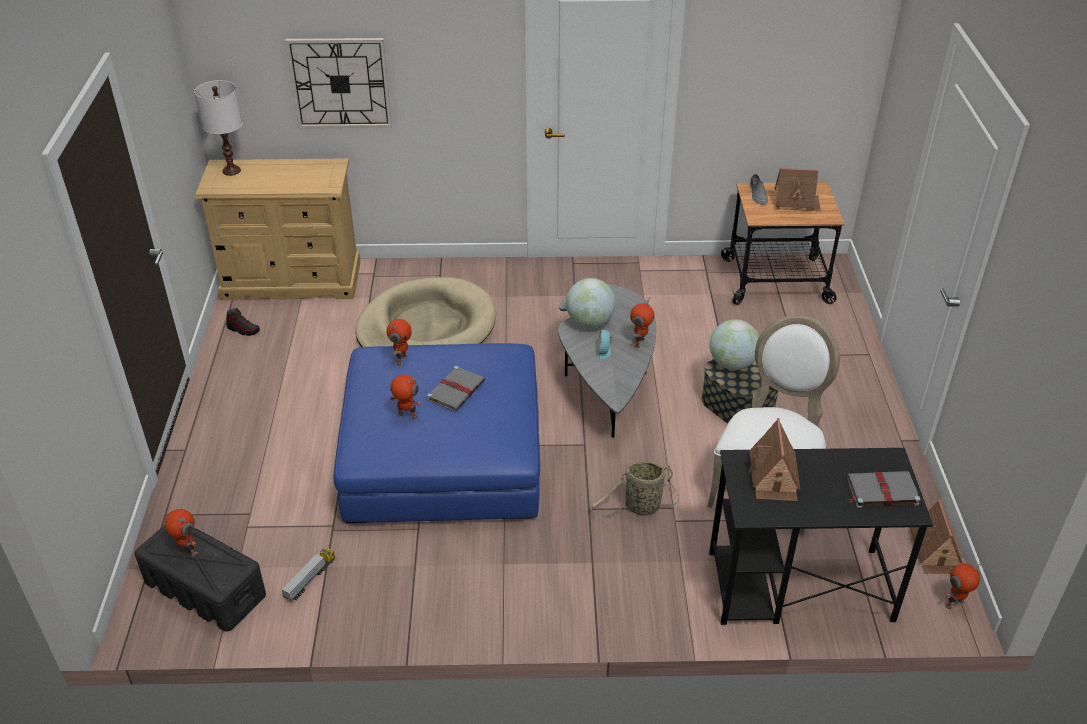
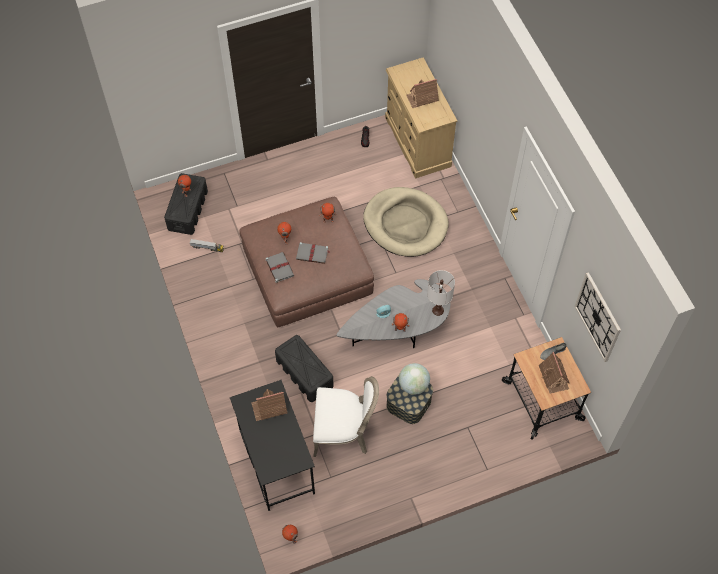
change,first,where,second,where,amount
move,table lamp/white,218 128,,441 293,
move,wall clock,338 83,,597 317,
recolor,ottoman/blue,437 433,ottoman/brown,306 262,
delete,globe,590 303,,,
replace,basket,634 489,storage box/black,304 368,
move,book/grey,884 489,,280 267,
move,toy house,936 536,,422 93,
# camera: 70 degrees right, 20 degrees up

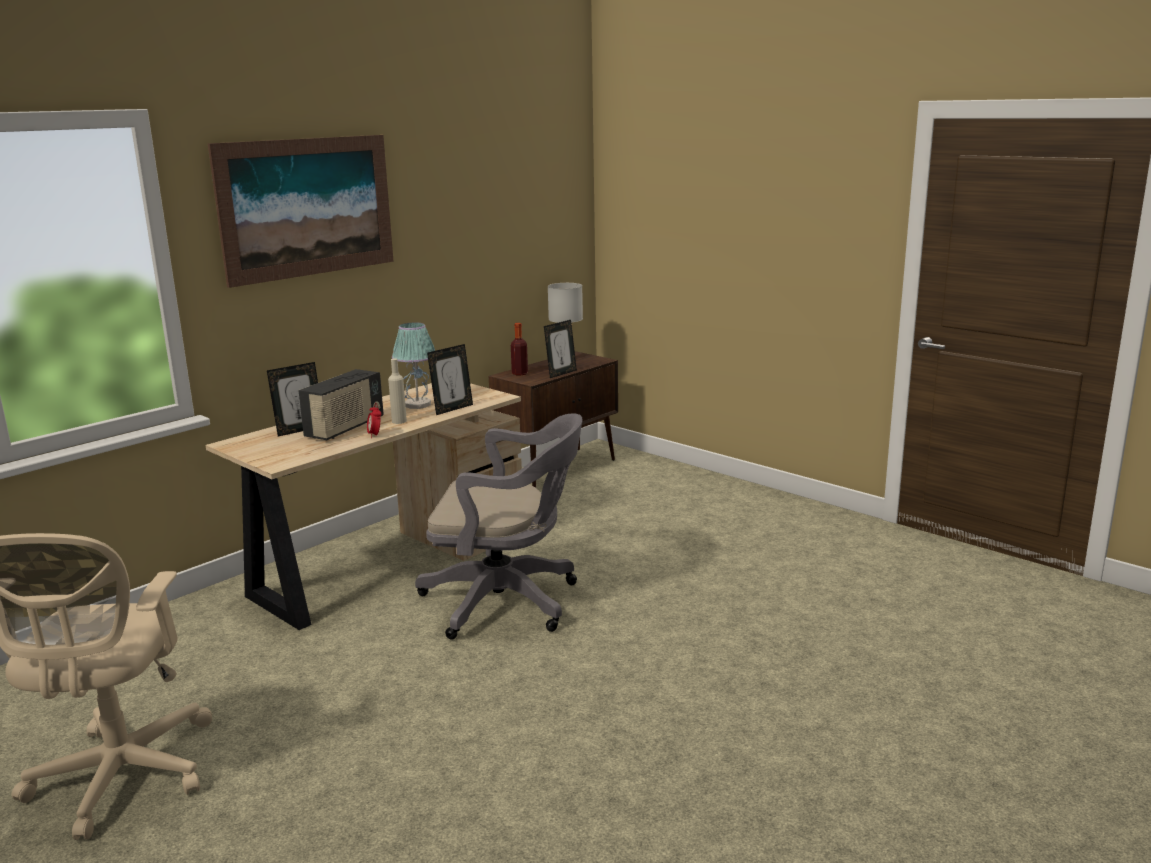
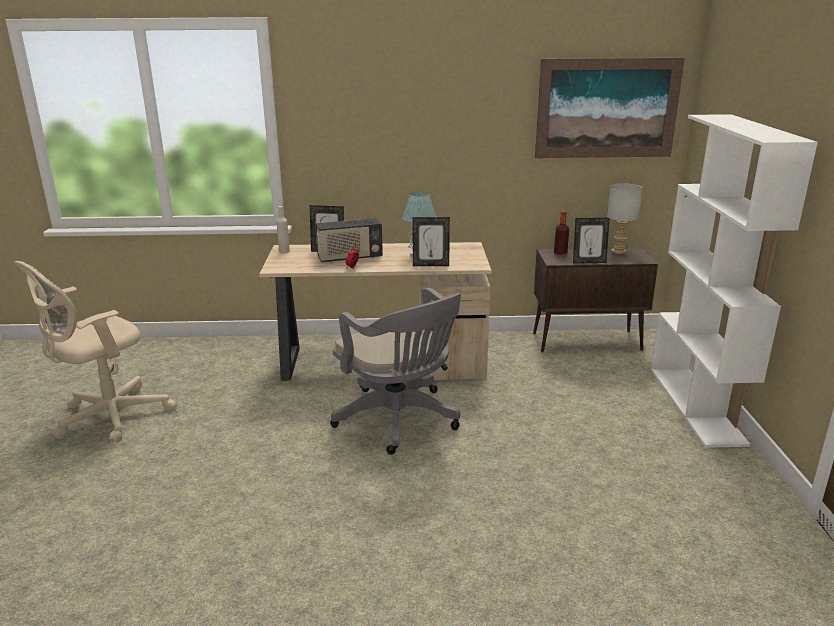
change,first,where,second,where,amount
move,picture,301 211,,610 108,
move,bottle/beige,397 391,,283 229,
insert,,,bookcase/white,734 281,
# camera: 45 degrees right, 5 degrees up

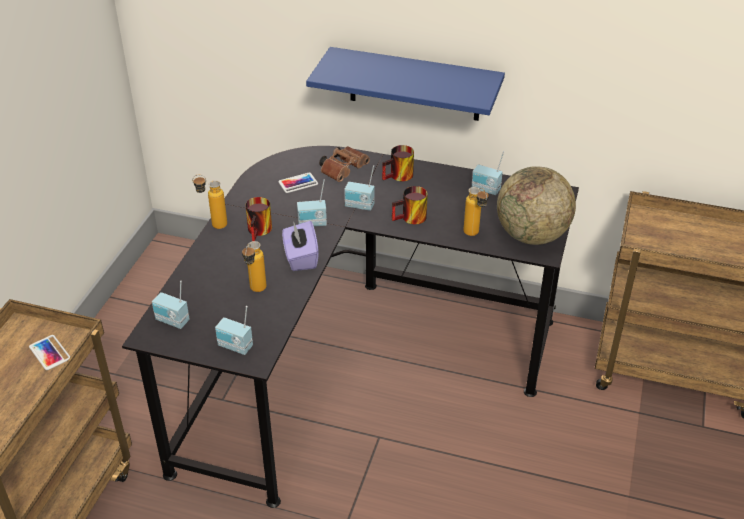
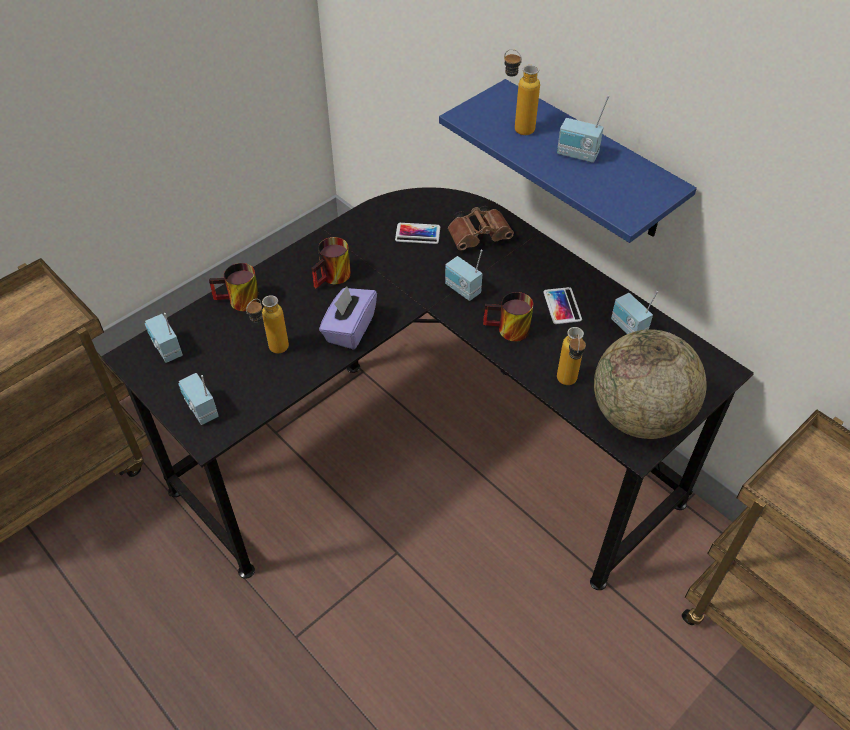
change,first,where,second,where,amount
move,phone,49 352,,562 305,
move,bottle,209 201,,522 92,
move,radio,312 203,,583 129,
move,mug,398 163,,234 287,
# camera: 30 degrees right, 10 degrees up

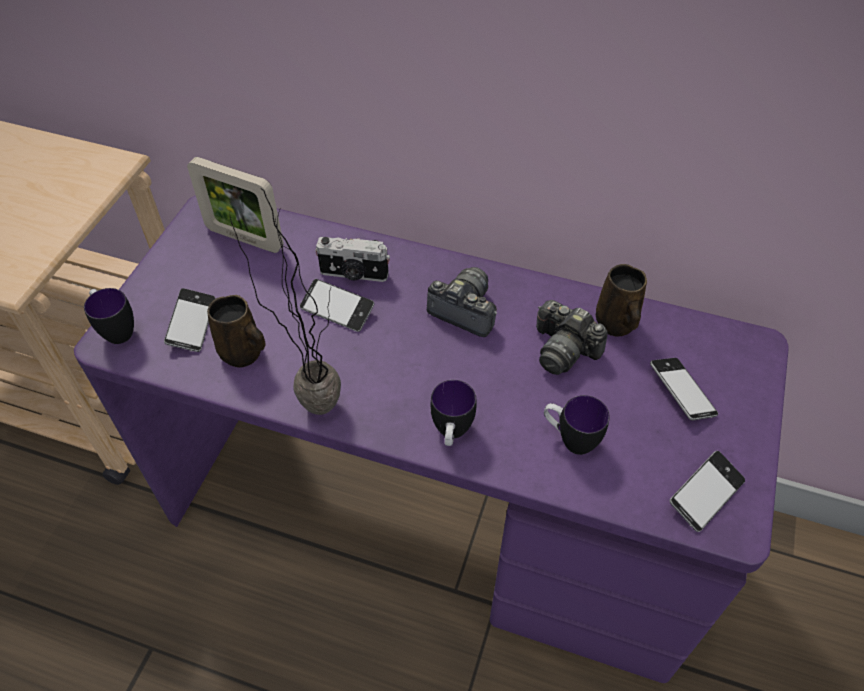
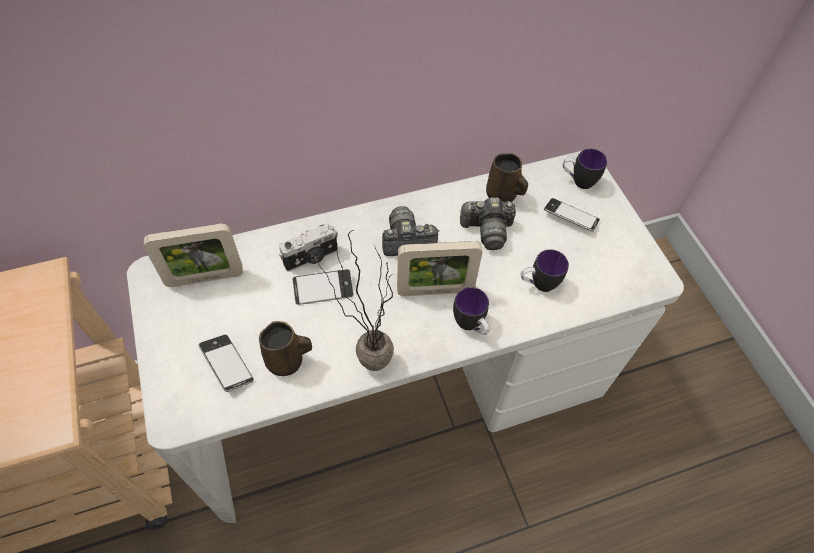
change,first,where,second,where,amount
recolor,desk/purple,431 439,desk/white,405 337,
move,mug,109 316,,585 169,
delete,phone,707 491,,,
insert,,,picture frame,439 268,
# camera: 40 degrees left, 5 degrees up

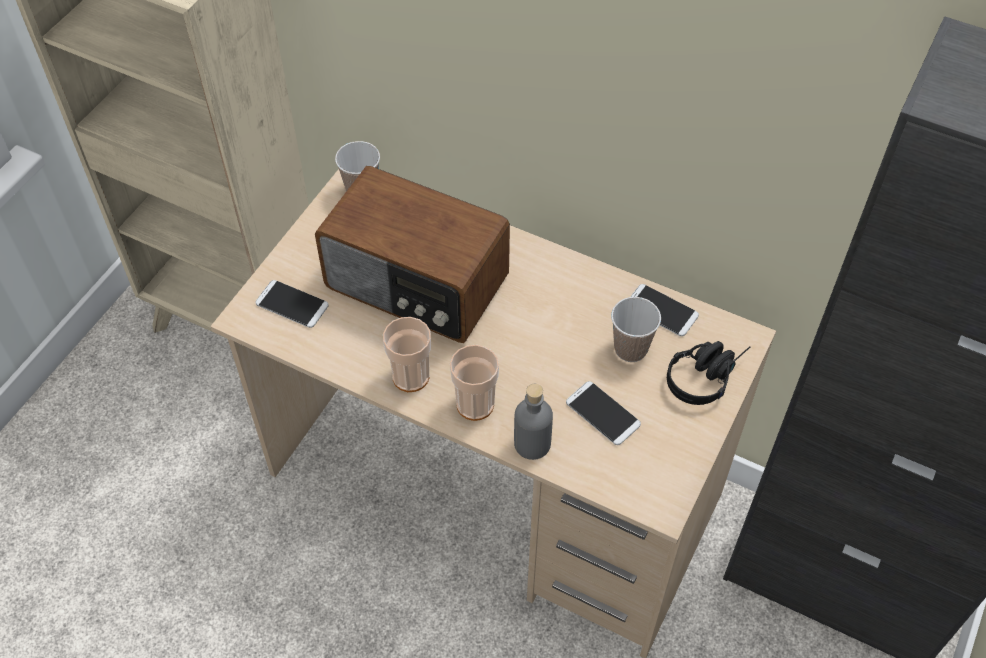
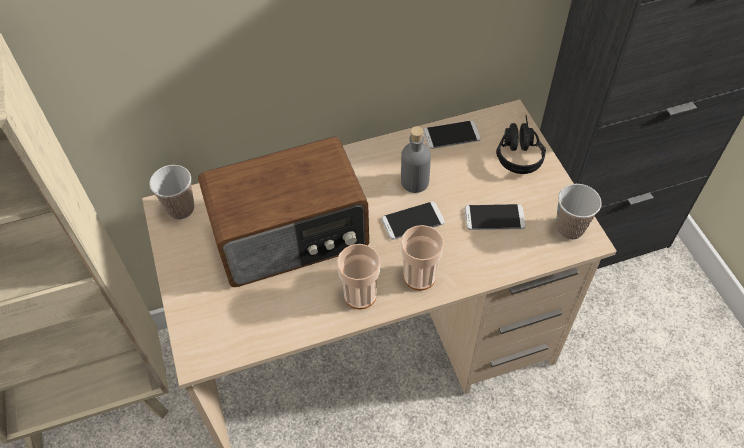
change,first,where,second,where,amount
move,phone,292 304,,413 221,
move,bottle/grey,533 422,,416 159,
move,cup,636 329,,579 212,
# camera: 45 degrees left, 0 degrees up

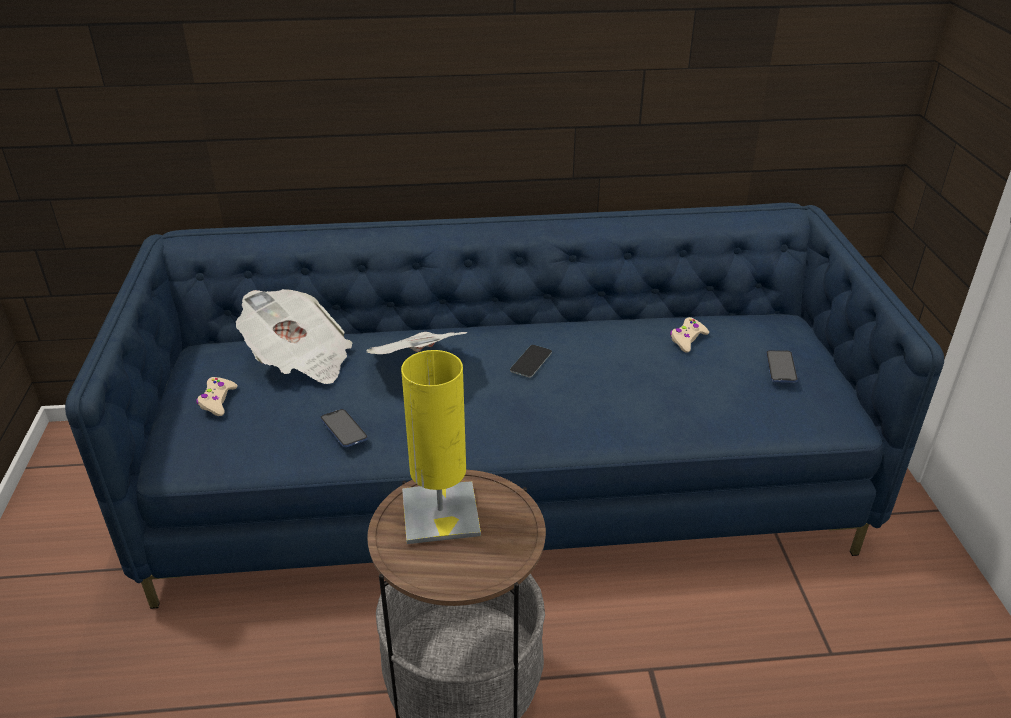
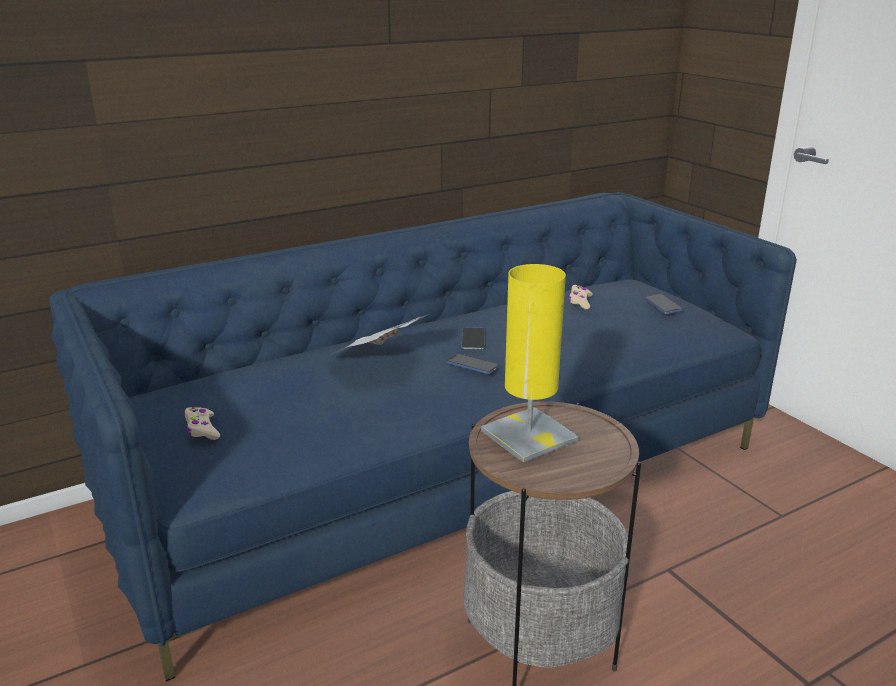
change,first,where,second,where,amount
delete,newspaper,294 336,,,
move,phone,344 428,,473 363,
# camera: 25 degrees left, 10 degrees down

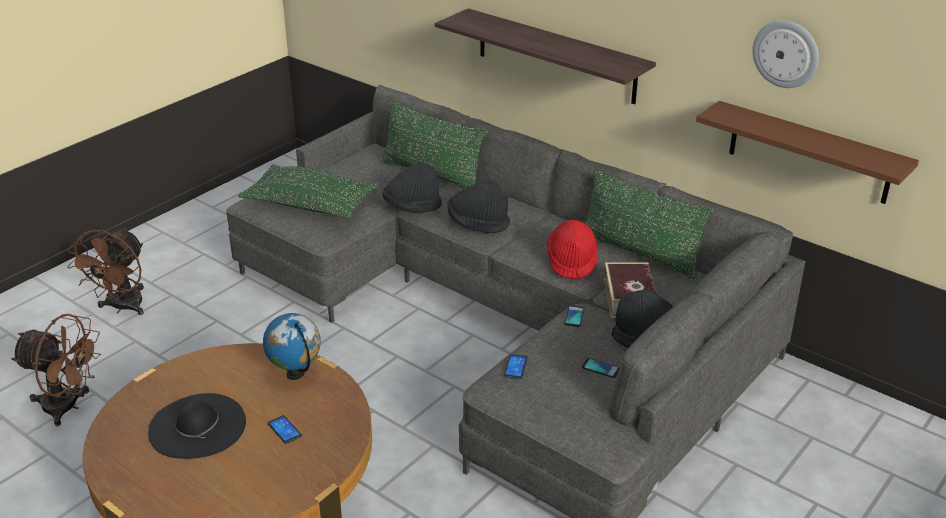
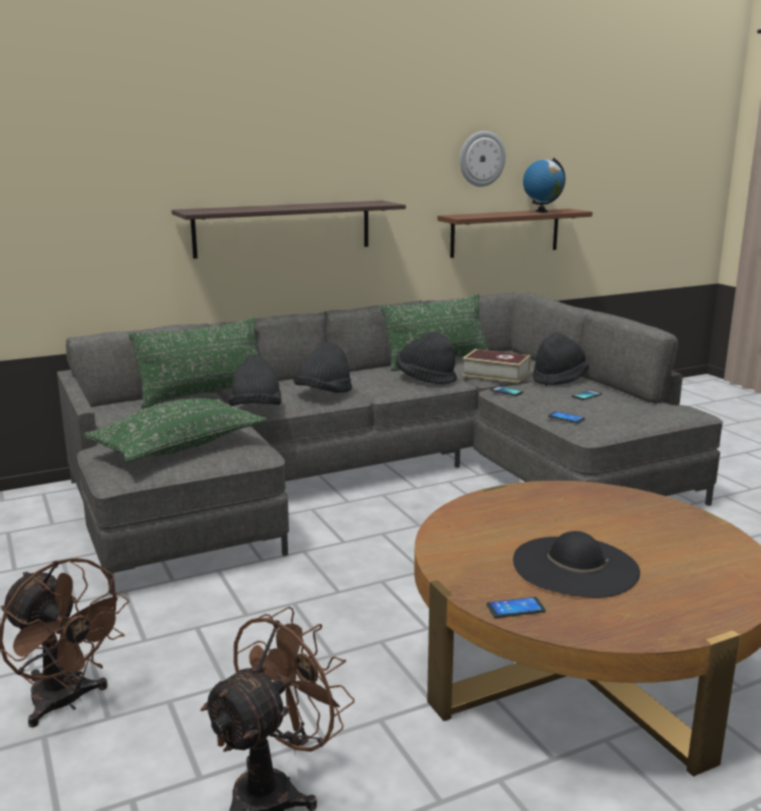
change,first,where,second,where,amount
move,globe,292 346,,544 185,
move,phone,285 429,,516 607,
recolor,hat/red,572 249,hat/black,426 358,
# camera: 65 degrees left, 15 degrees down

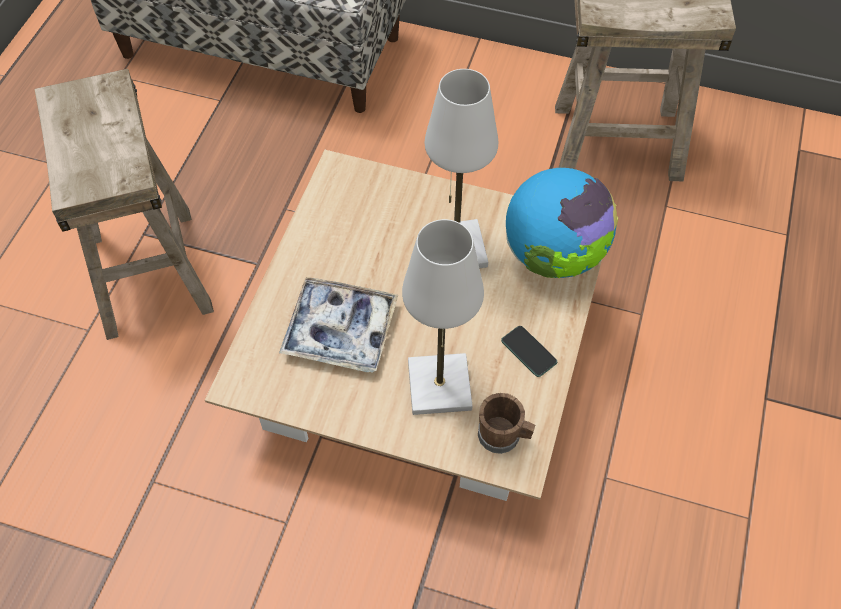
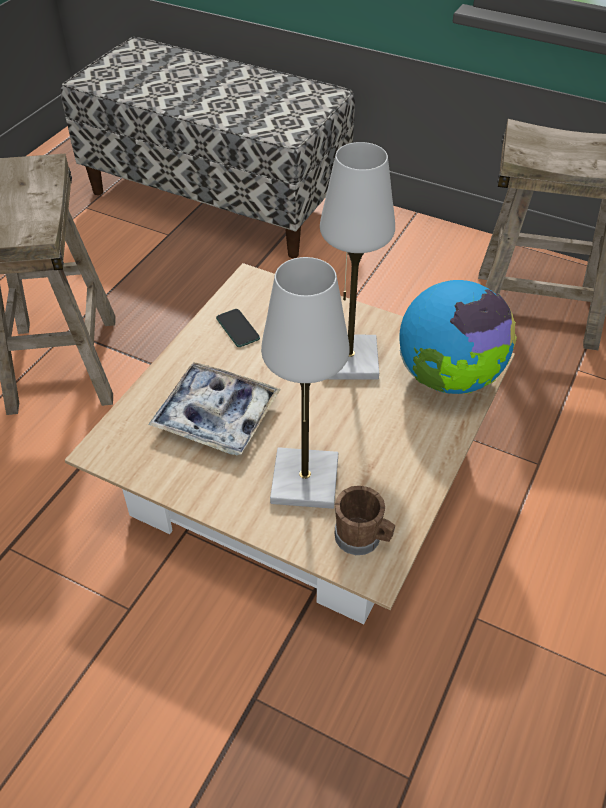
change,first,where,second,where,amount
move,phone,529 351,,238 328,
# camera: 10 degrees right, 10 degrees down

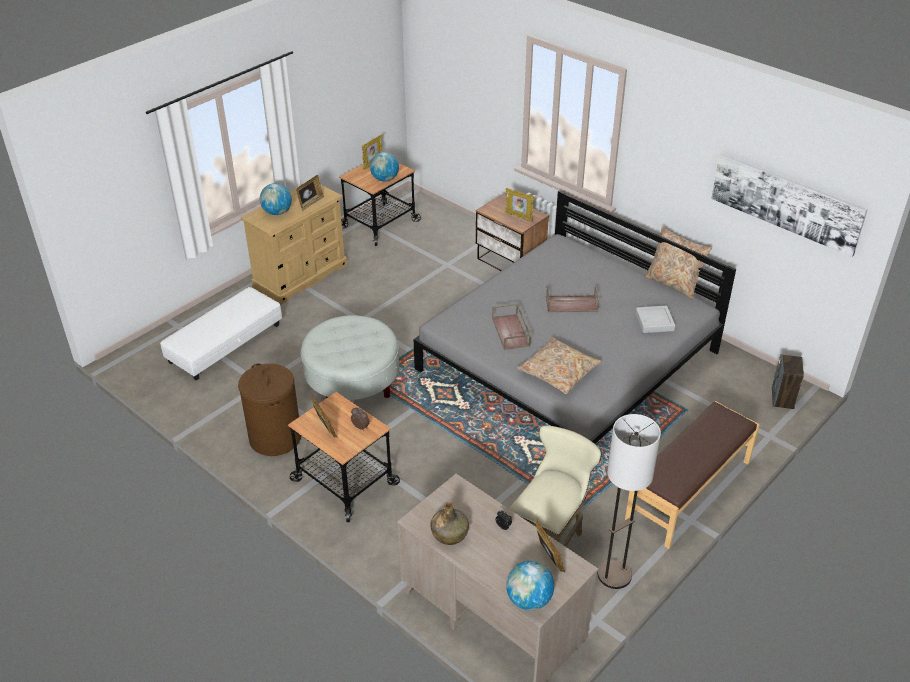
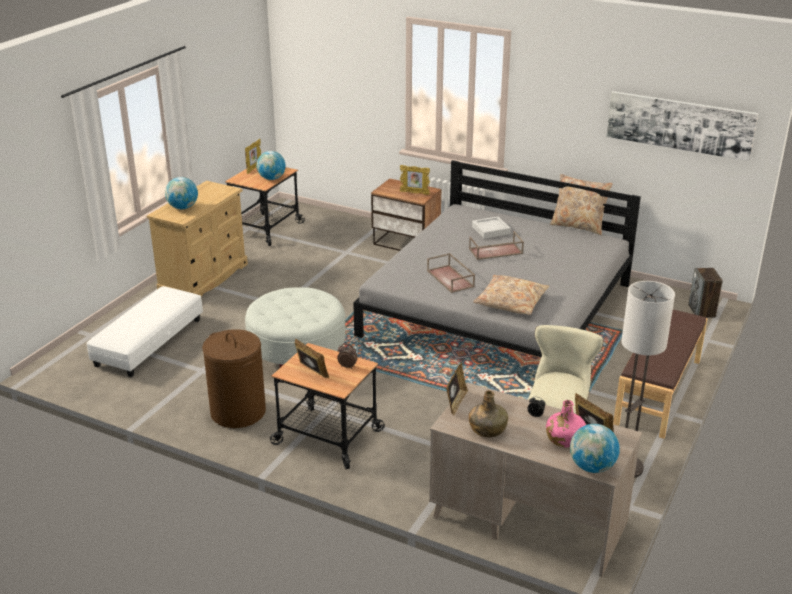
change,first,where,second,where,amount
move,picture frame,310 193,,457 389,
move,tray/grey,655 319,,491 227,
insert,,,bottle/pink,566 423,
# camera: 15 degrees left, 10 degrees down

